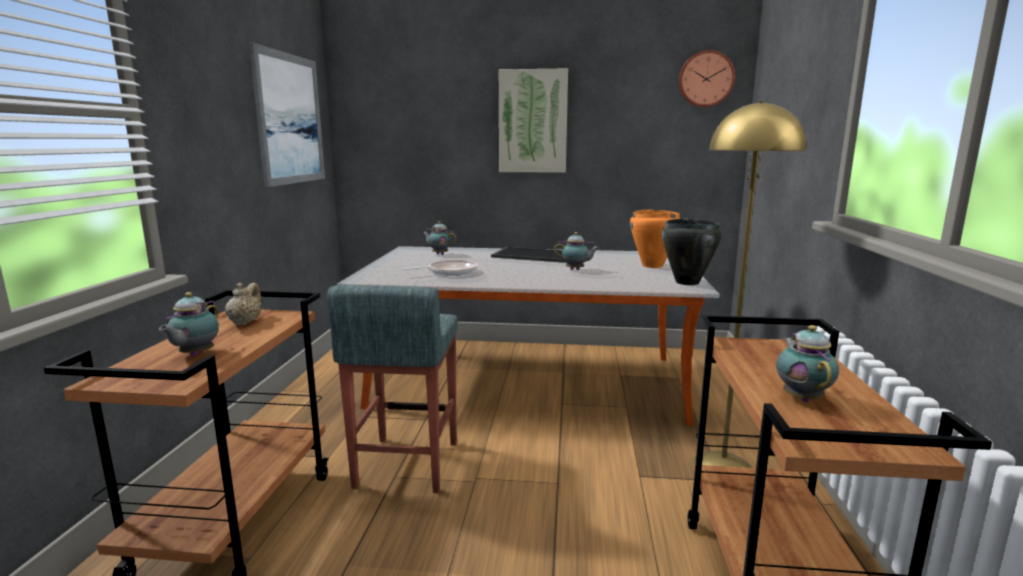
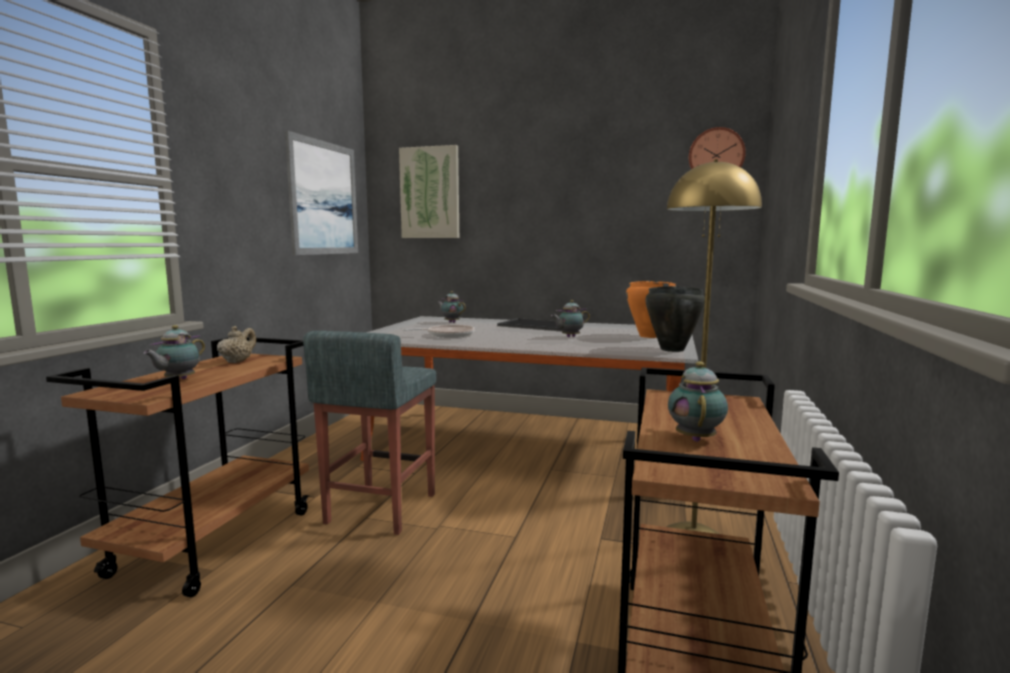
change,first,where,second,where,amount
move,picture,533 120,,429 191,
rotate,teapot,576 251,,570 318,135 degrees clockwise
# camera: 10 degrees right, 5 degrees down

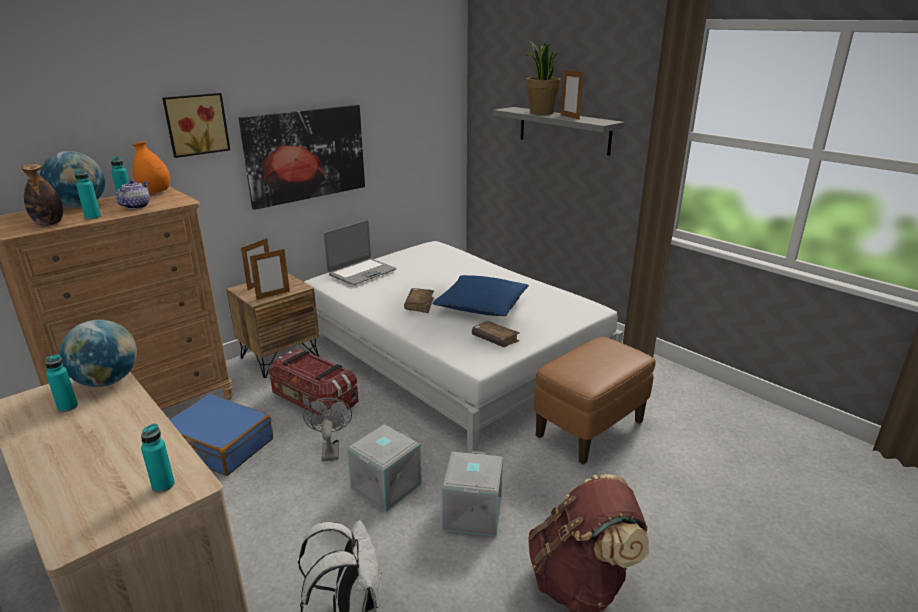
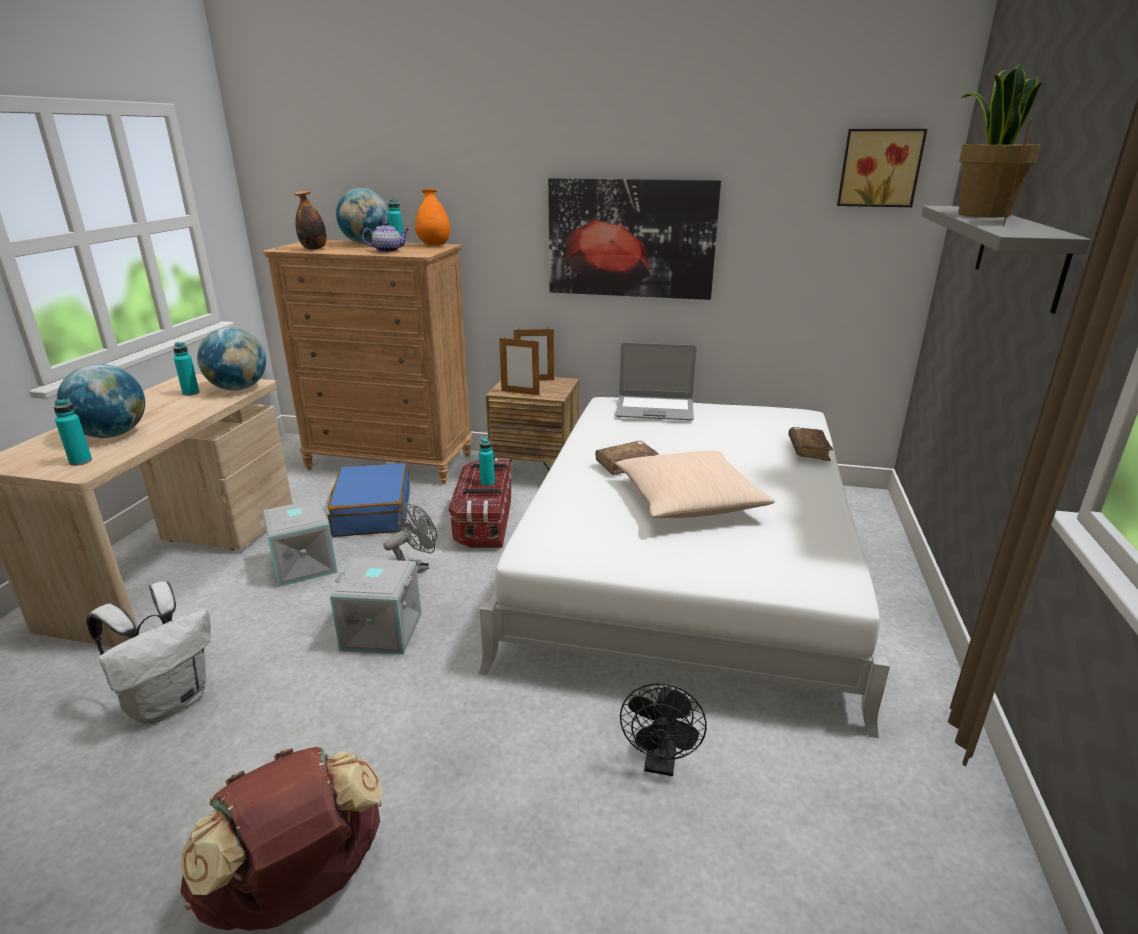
change,first,where,second,where,amount
move,bottle/turquoise,87 194,,487 461,
move,picture,196 125,,882 168,
recolor,pillow/blue,480 295,pillow/beige,695 484,
move,storage box/grey,472 494,,299 543,
move,book/brown,496 334,,810 444,
replace,ottoman/brown,595 400,fan/black,663 729,
insert,,,globe,101 401,
# camera: 55 degrees right, 0 degrees up

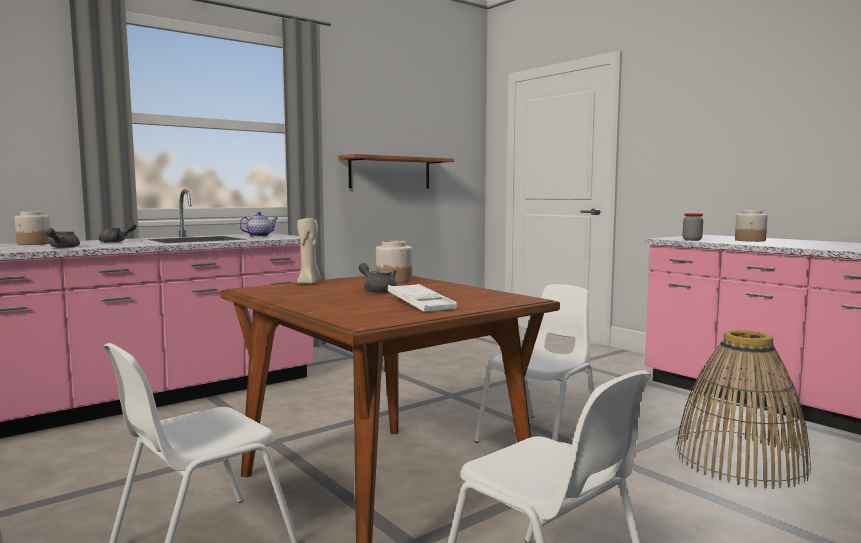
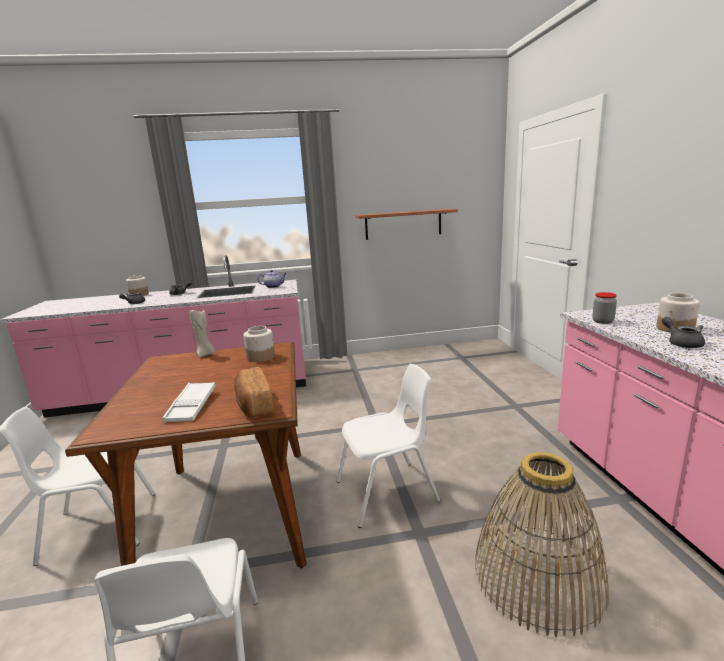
change,first,where,second,where,amount
move,teapot/grey,378 278,,683 332,
insert,,,bread,253 392,
# camera: 30 degrees right, 10 degrees up

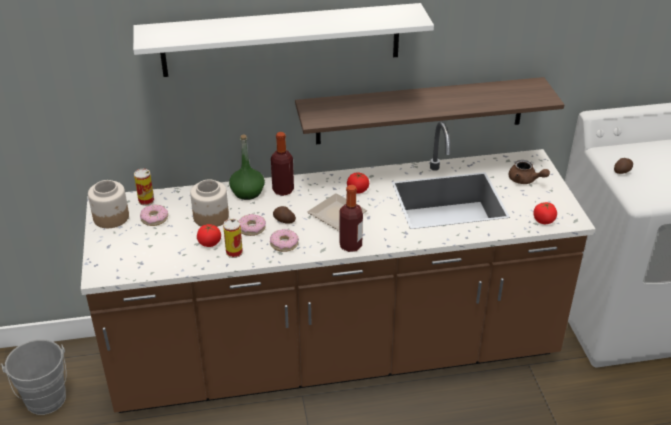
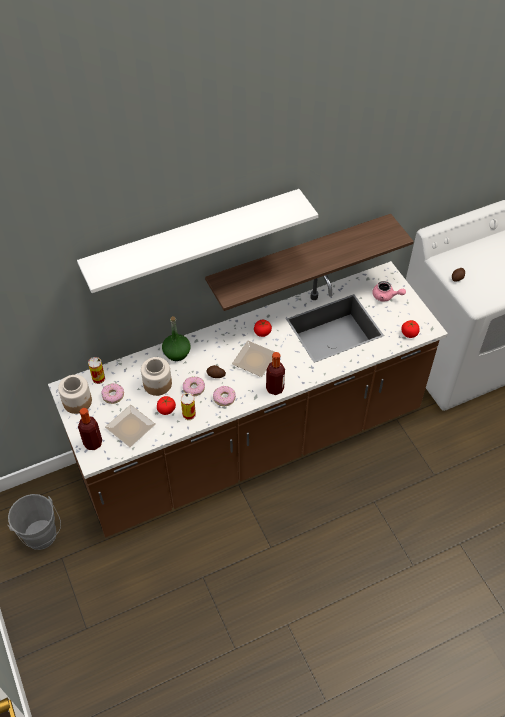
change,first,where,second,where,amount
move,bottle,282 164,,90 429,
recolor,teapot/brown,529 172,teapot/pink,389 291,
insert,,,plate,130 426,
# camera: 15 degrees left, 15 degrees up

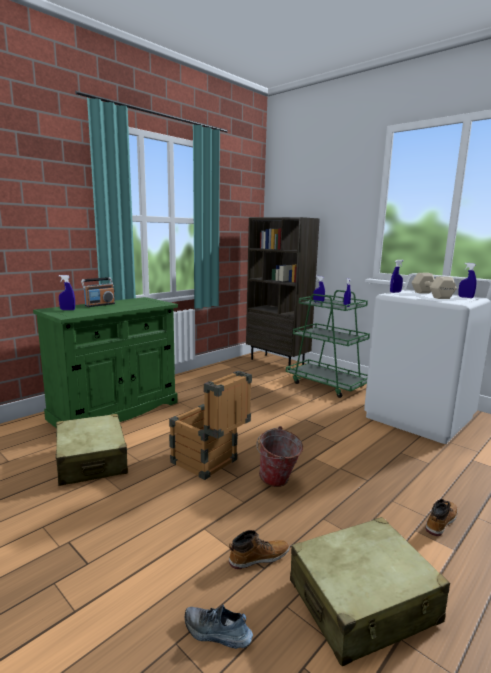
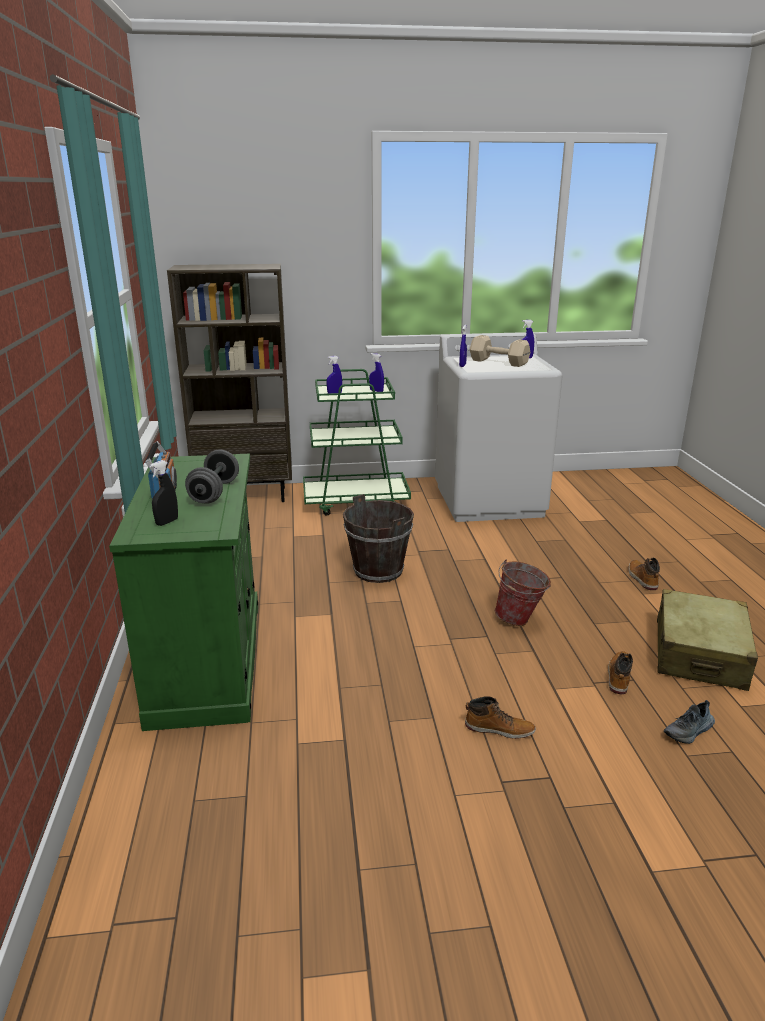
change,first,where,second,where,amount
delete,suitcase/beige,92 450,,,
recolor,spray bottle/blue,67 292,spray bottle/black,163 493,
delete,crate,210 425,,,
insert,,,dumbbell/grey,212 476,
insert,,,bucket/brown,378 538,
insert,,,boot,500 717,
# camera: 50 degrees left, 10 degrees up

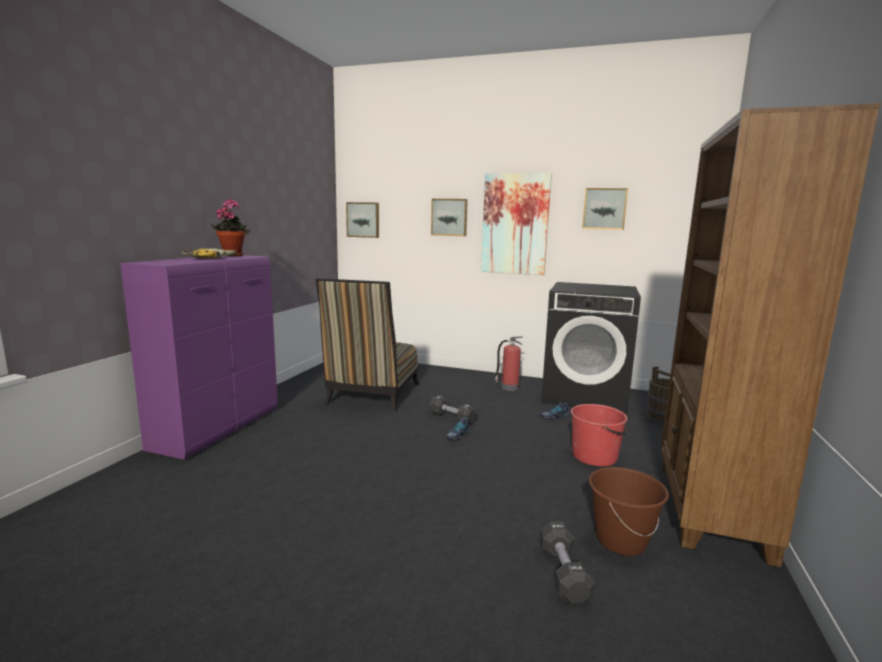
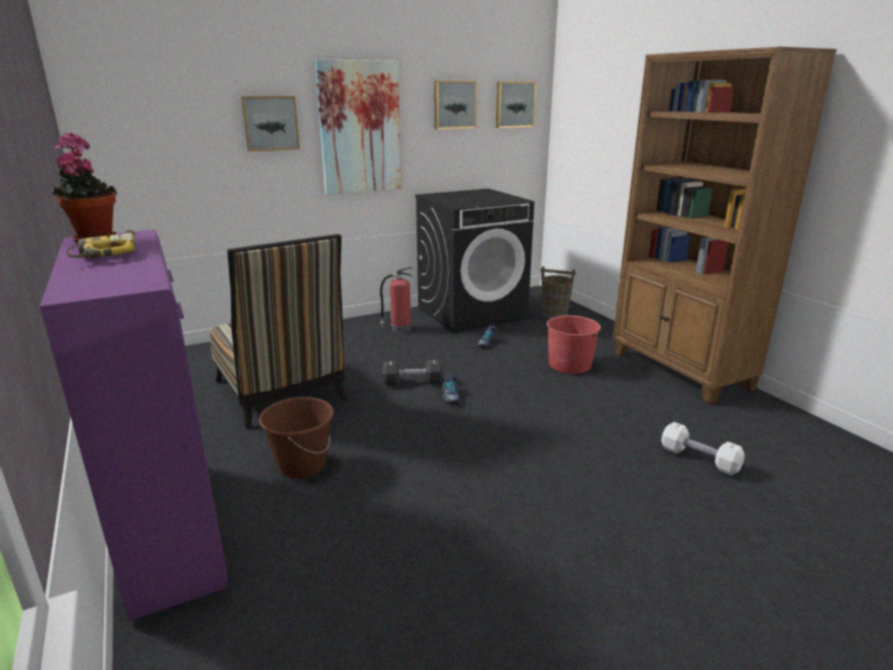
change,first,where,second,where,amount
move,picture,362 220,,516 105,
recolor,dumbbell/black,567 562,dumbbell/white,703 449,
move,bucket/brown,629 511,,296 438,
# camera: 45 degrees left, 10 degrees up

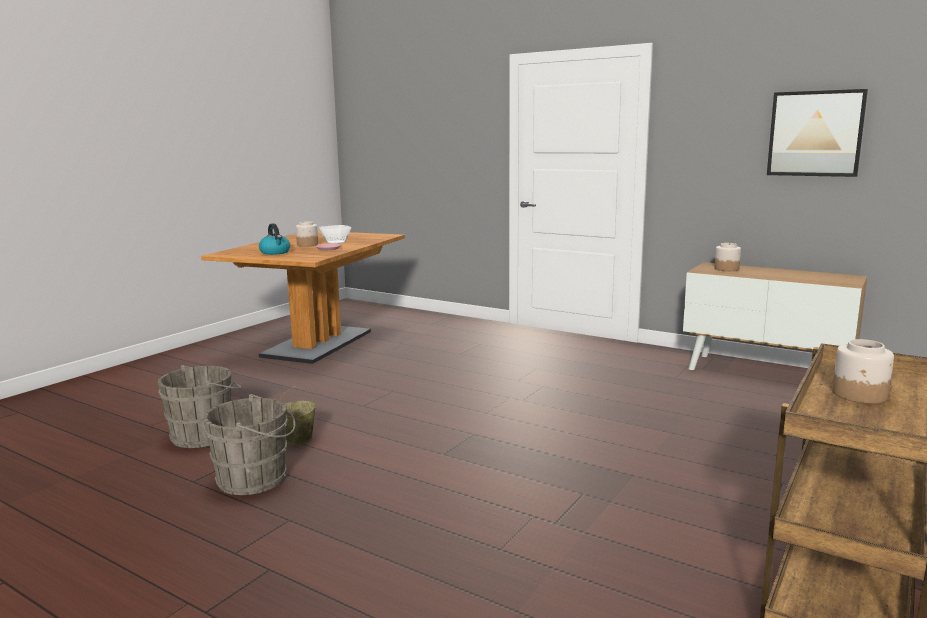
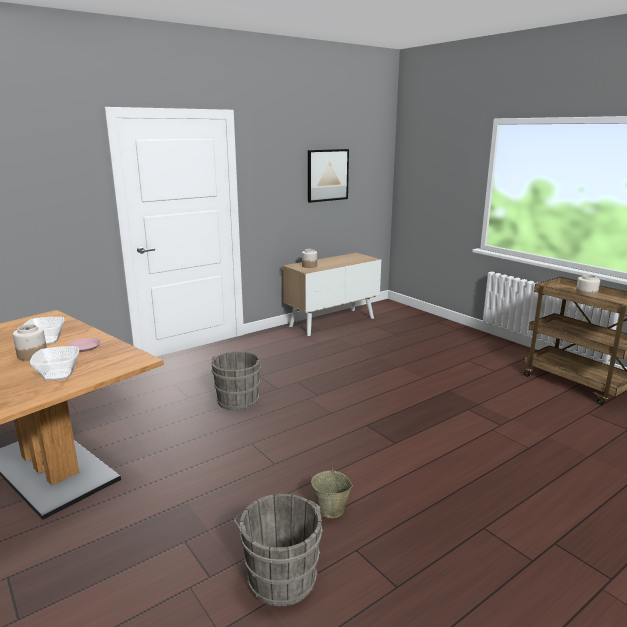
change,first,where,second,where,amount
move,bucket/grey,249 444,,238 381,
replace,kettle,274 239,bowl,54 363,
# camera: 70 degrees left, 5 degrees up

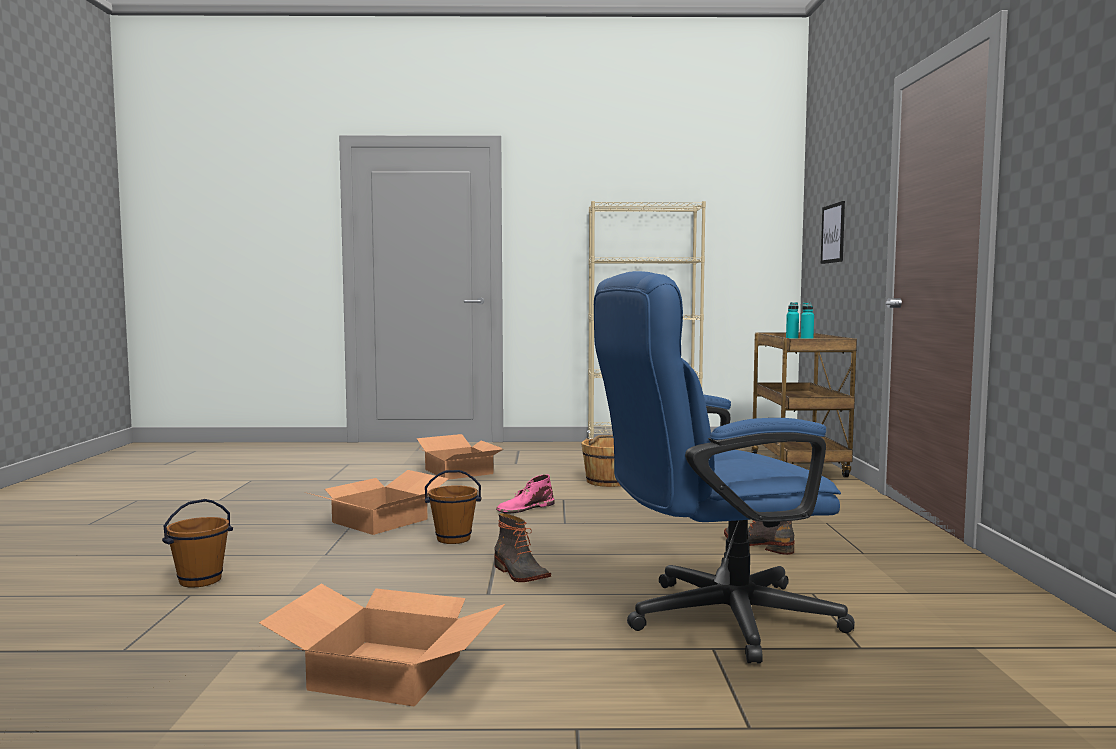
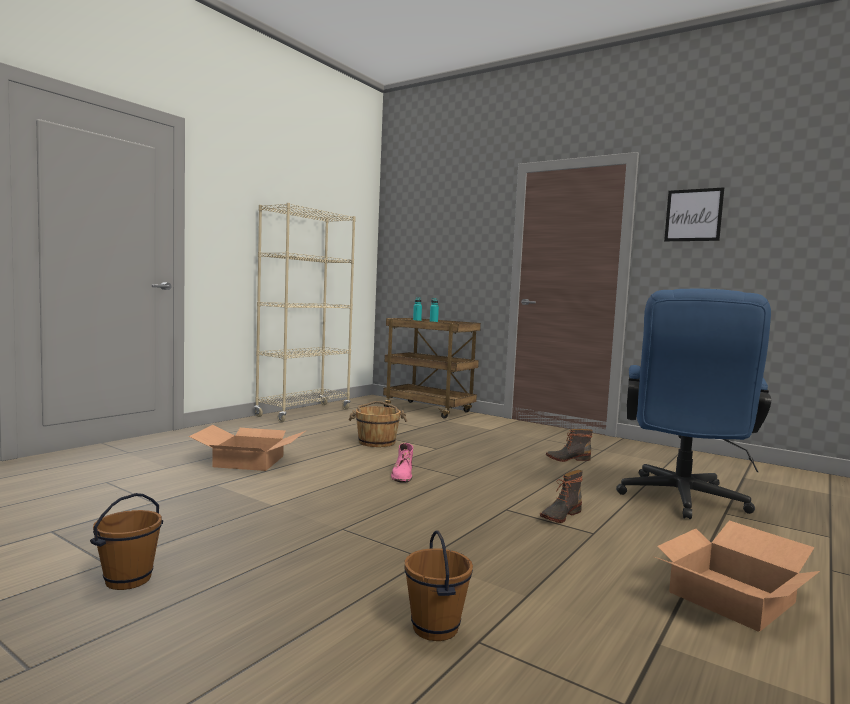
change,first,where,second,where,amount
delete,cardboard box,376 502,,,
move,bucket/brown,453 507,,126 541,
rotate,boot,522 547,,561 496,135 degrees clockwise
move,picture,833 232,,694 214,
# camera: 55 degrees left, 0 degrees up

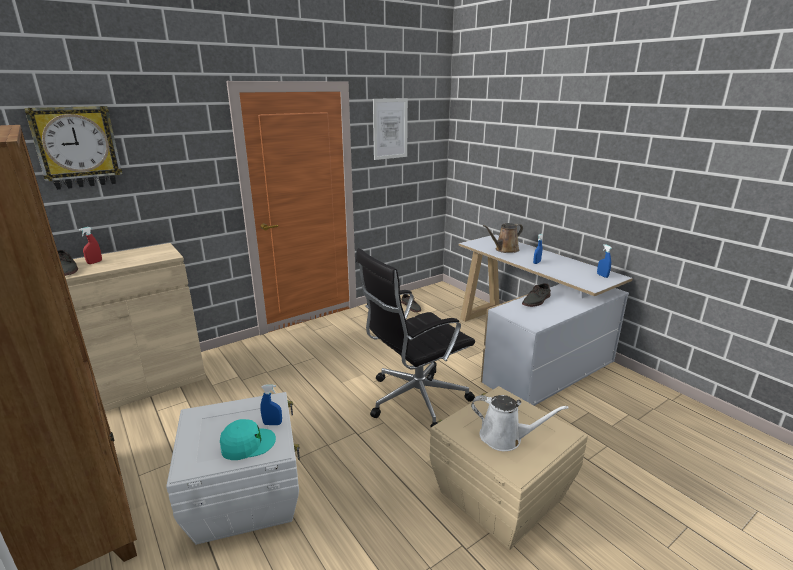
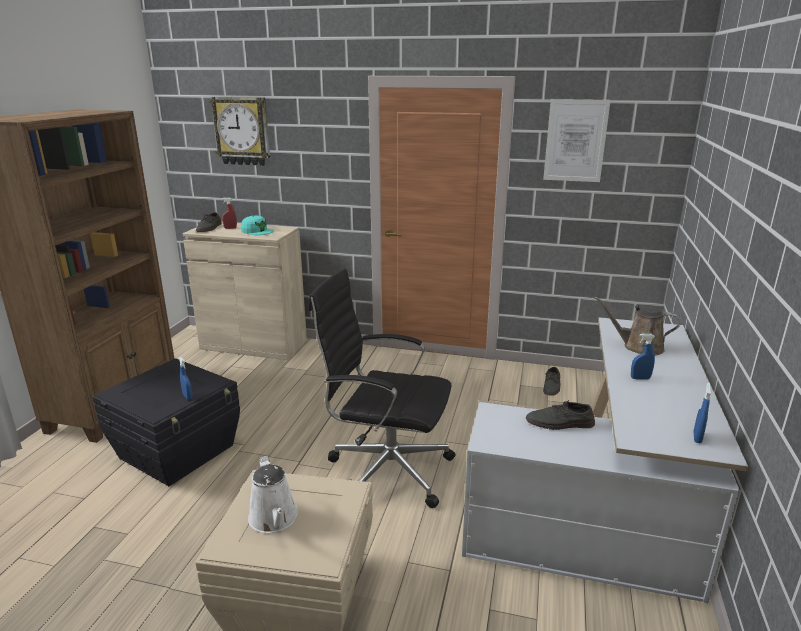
change,first,where,second,where,amount
recolor,storage box/white,233 468,storage box/black,166 422,
move,cap/turquoise,248 439,,257 225,
# camera: 50 degrees right, 0 degrees up

